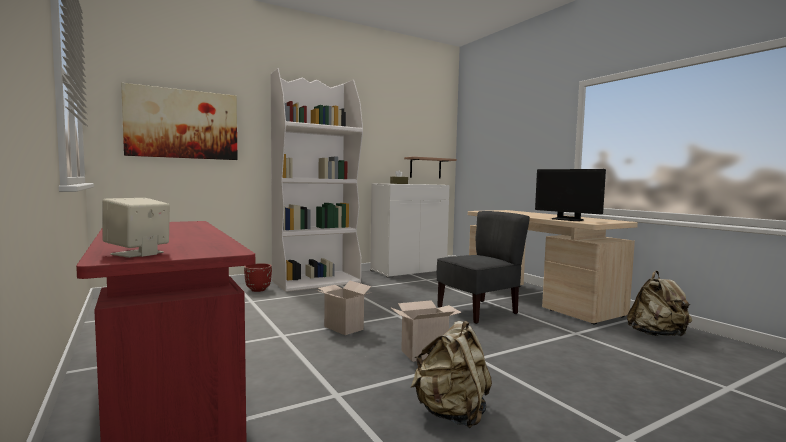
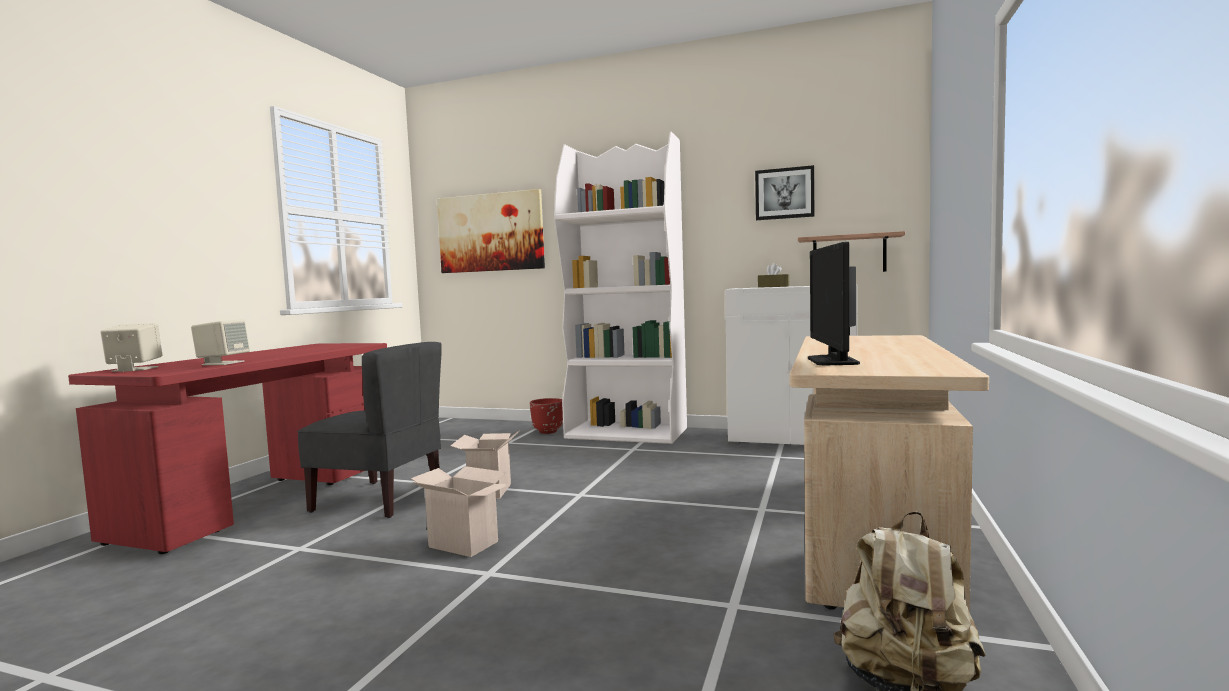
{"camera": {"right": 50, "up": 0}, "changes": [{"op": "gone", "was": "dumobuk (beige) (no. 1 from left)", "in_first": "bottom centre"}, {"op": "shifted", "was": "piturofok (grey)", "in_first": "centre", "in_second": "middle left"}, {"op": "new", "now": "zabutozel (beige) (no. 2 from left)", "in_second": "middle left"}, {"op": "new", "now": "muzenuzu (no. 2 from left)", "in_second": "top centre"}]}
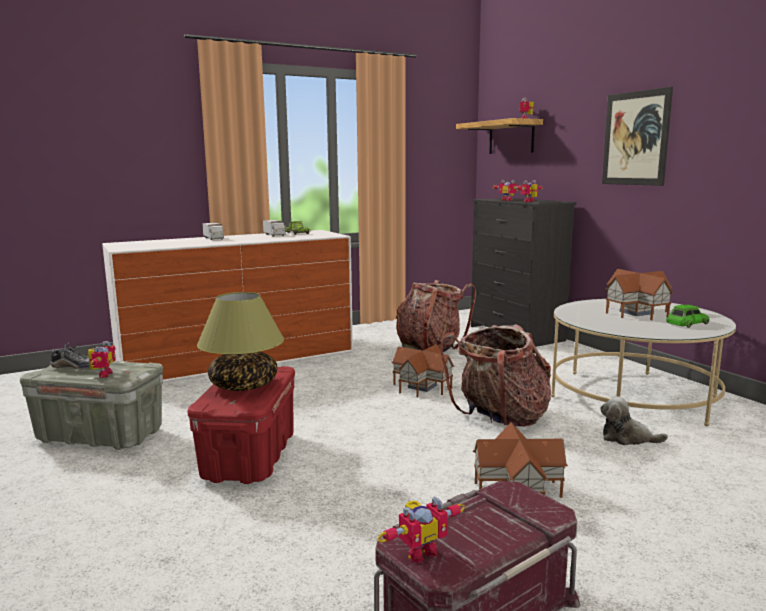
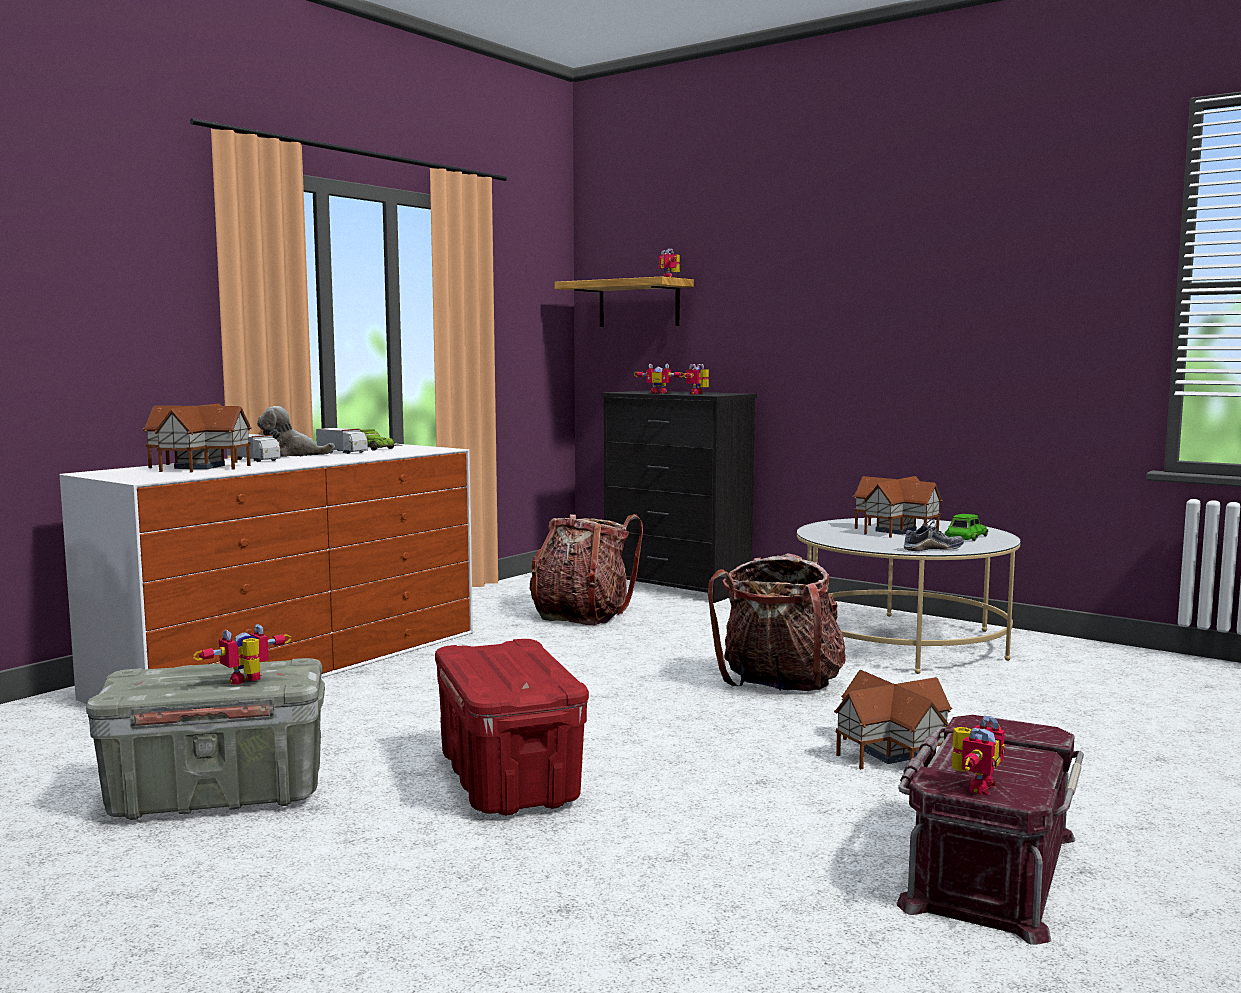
{"camera": {"right": -25, "up": -5}, "changes": [{"op": "shifted", "was": "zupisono", "in_first": "middle left", "in_second": "middle right"}, {"op": "rotated", "was": "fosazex (no. 1 from left)", "in_first": "middle left", "in_second": "middle left", "clockwise": -105}, {"op": "gone", "was": "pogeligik", "in_first": "middle left"}, {"op": "shifted", "was": "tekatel (no. 1 from left)", "in_first": "centre", "in_second": "middle left"}, {"op": "shifted", "was": "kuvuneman", "in_first": "bottom right", "in_second": "middle left"}, {"op": "gone", "was": "muzenuzu", "in_first": "top right"}]}
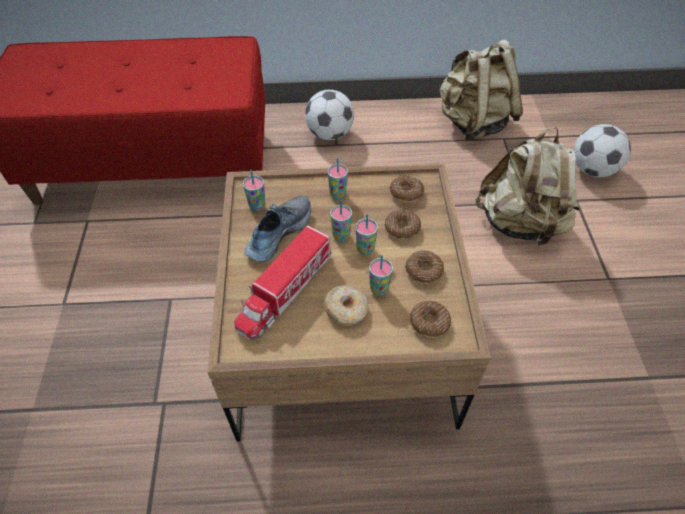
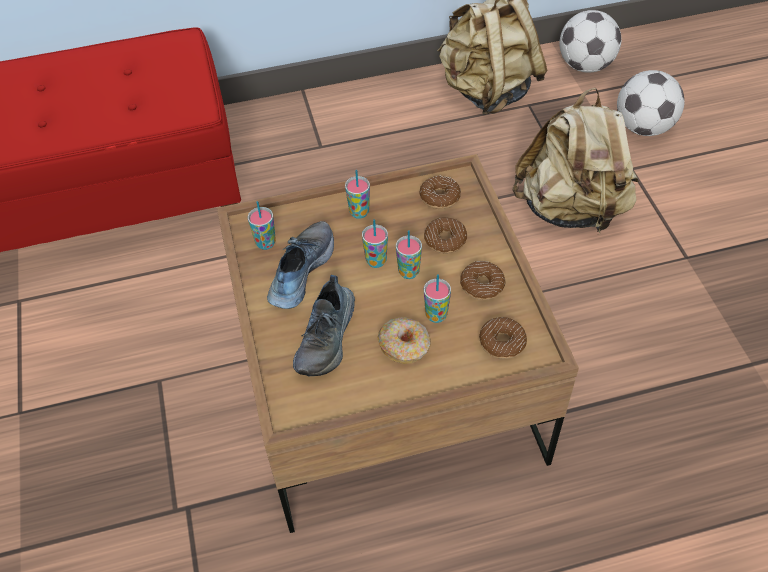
{"camera": {"right": -10, "up": 0}, "changes": [{"op": "swapped", "was": "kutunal", "now": "zupisono (no. 2 from left)", "in_first": "centre", "in_second": "centre"}, {"op": "shifted", "was": "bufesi (no. 1 from left)", "in_first": "top centre", "in_second": "top right"}]}
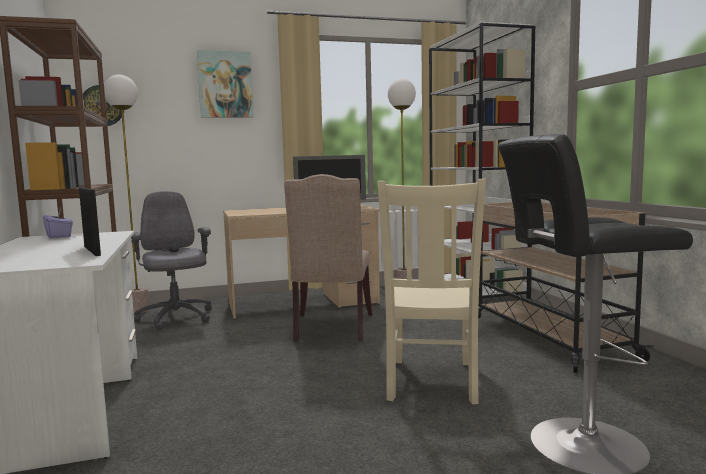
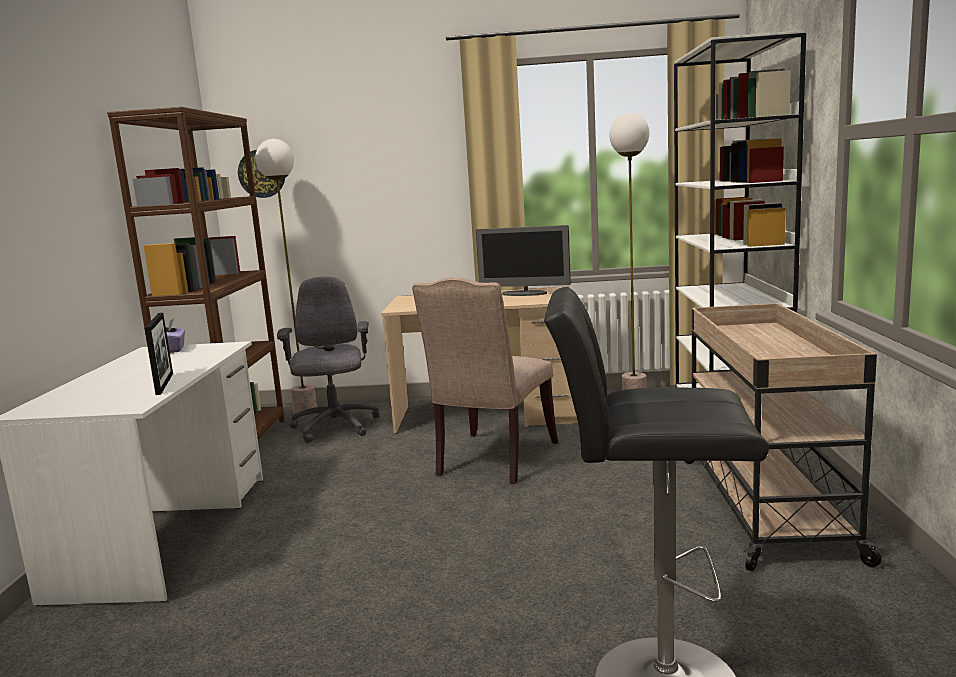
{"camera": {"right": 20, "up": 5}, "changes": [{"op": "gone", "was": "muzenuzu", "in_first": "top left"}, {"op": "gone", "was": "piturofok (beige) (no. 2 from left)", "in_first": "centre"}]}
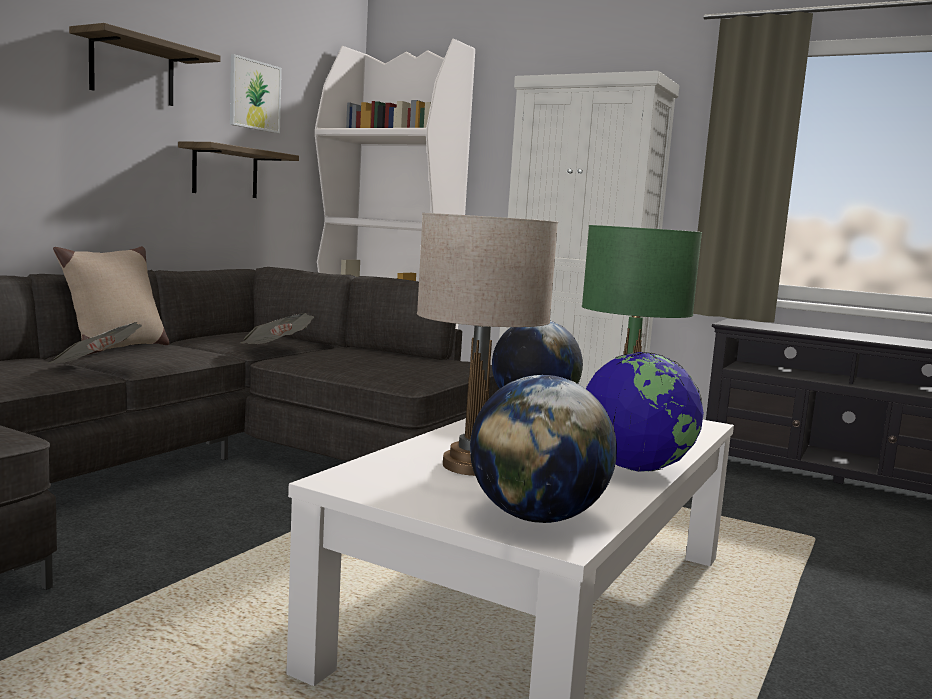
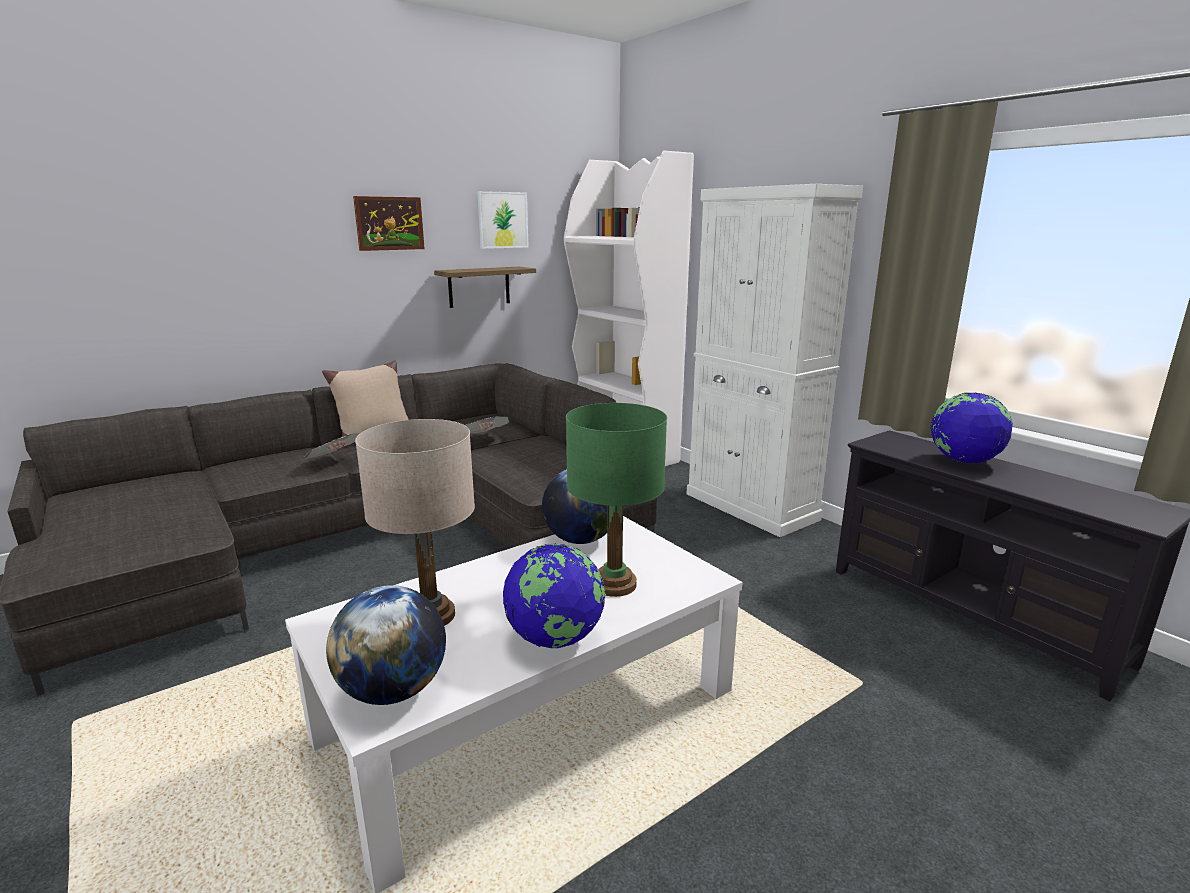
{"camera": {"right": 25, "up": 10}, "changes": [{"op": "swapped", "was": "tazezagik (no. 1 from left)", "now": "muzenuzu (no. 1 from left)", "in_first": "top left", "in_second": "top left"}, {"op": "new", "now": "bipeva (no. 4 from left)", "in_second": "middle right"}]}
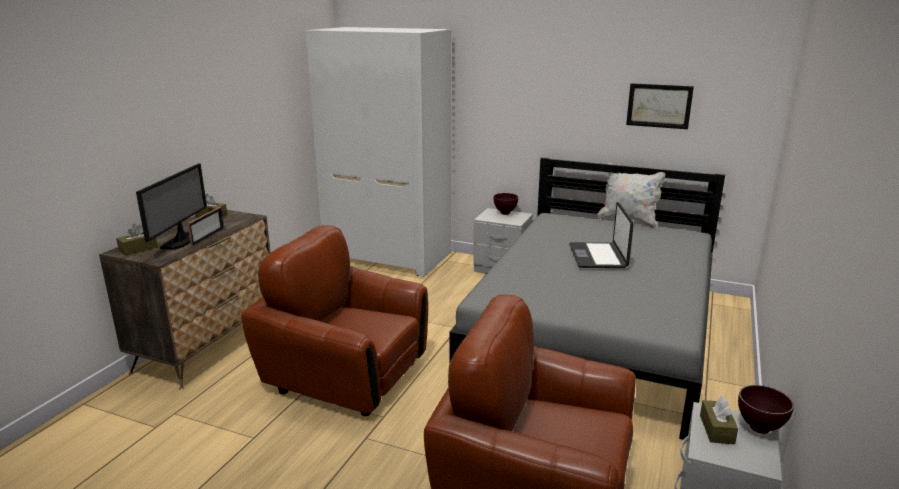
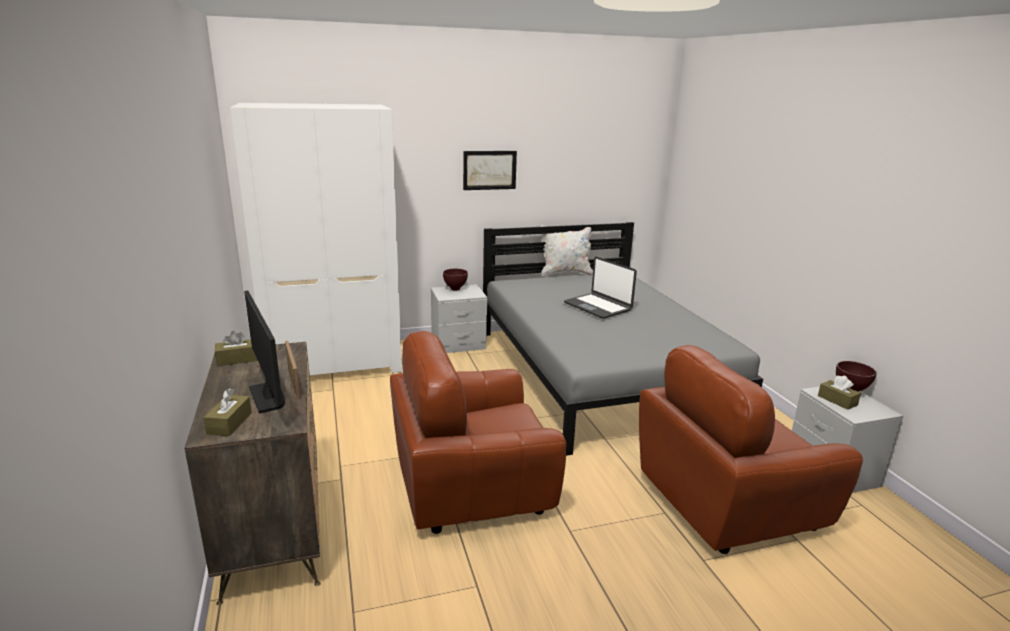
{"camera": {"right": -40, "up": 0}, "changes": [{"op": "shifted", "was": "muzenuzu", "in_first": "top right", "in_second": "top centre"}]}
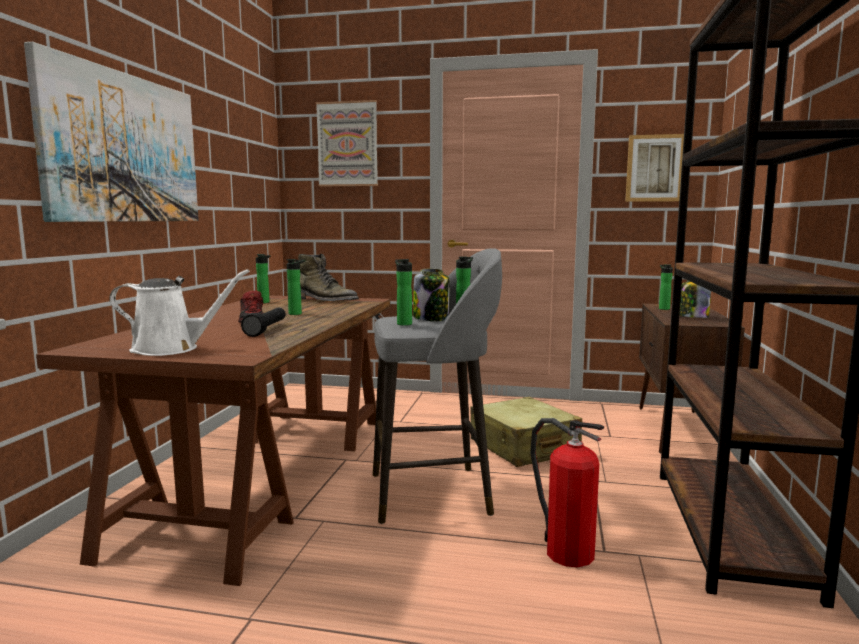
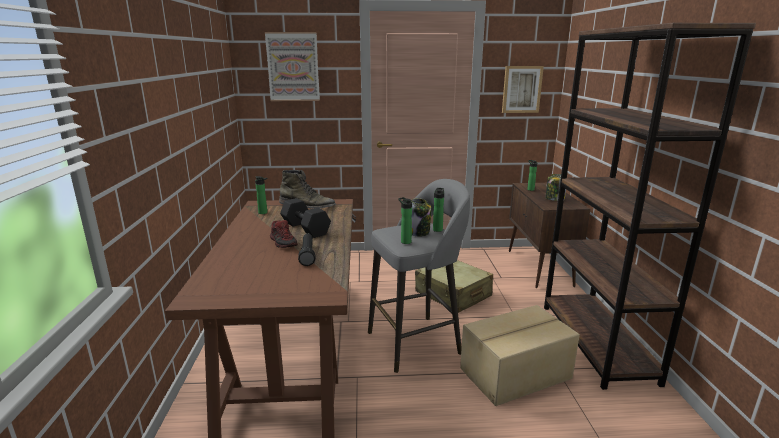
{"camera": {"right": -15, "up": 10}, "changes": [{"op": "gone", "was": "muzenuzu (no. 1 from left)", "in_first": "top left"}, {"op": "gone", "was": "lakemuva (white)", "in_first": "middle left"}, {"op": "swapped", "was": "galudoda (no. 2 from left)", "now": "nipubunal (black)", "in_first": "centre", "in_second": "centre"}, {"op": "swapped", "was": "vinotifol", "now": "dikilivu", "in_first": "bottom centre", "in_second": "bottom right"}]}
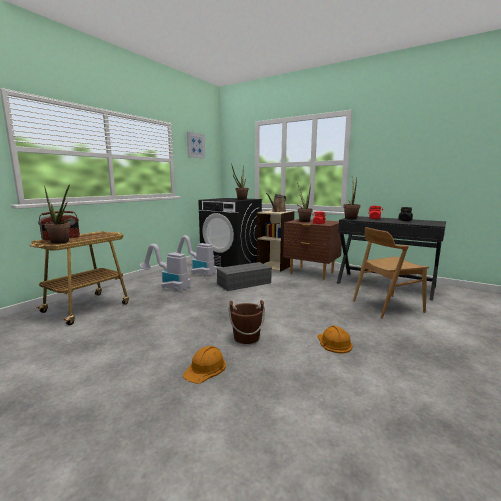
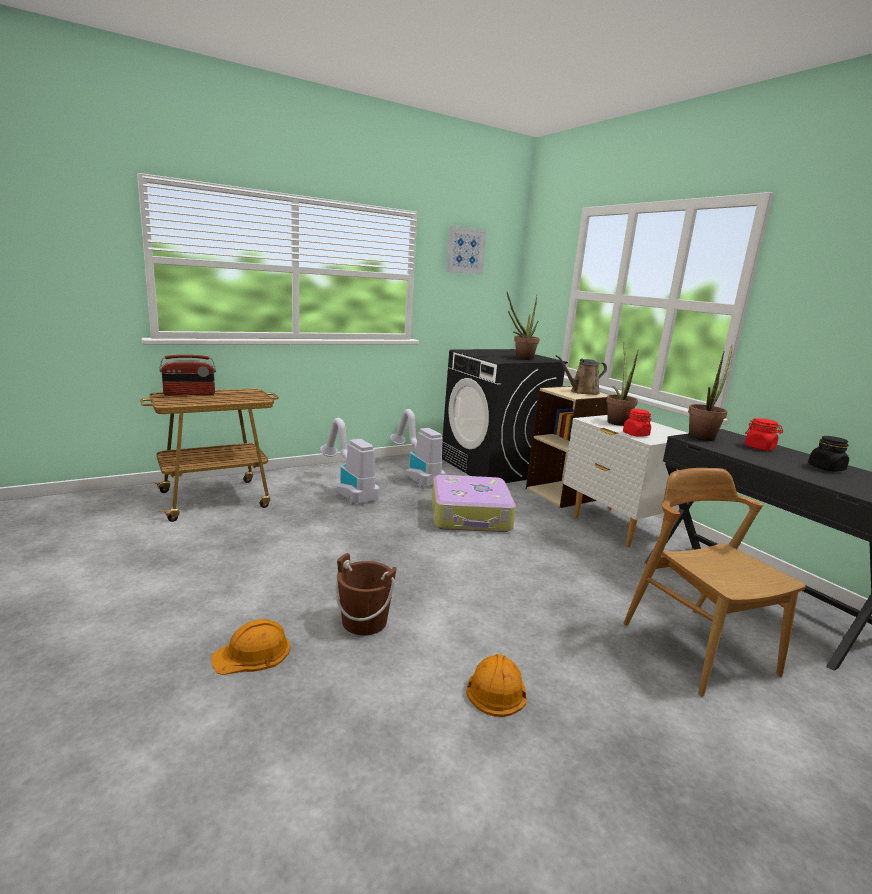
{"camera": {"right": 25, "up": 5}, "changes": [{"op": "gone", "was": "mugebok (no. 1 from left)", "in_first": "middle left"}, {"op": "swapped", "was": "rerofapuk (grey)", "now": "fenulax", "in_first": "centre", "in_second": "centre"}, {"op": "repainted", "was": "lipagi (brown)", "now": "lipagi (white)", "in_first": "centre", "in_second": "middle right"}, {"op": "rotated", "was": "piturofok (brown)", "in_first": "middle right", "in_second": "middle right", "clockwise": 60}]}
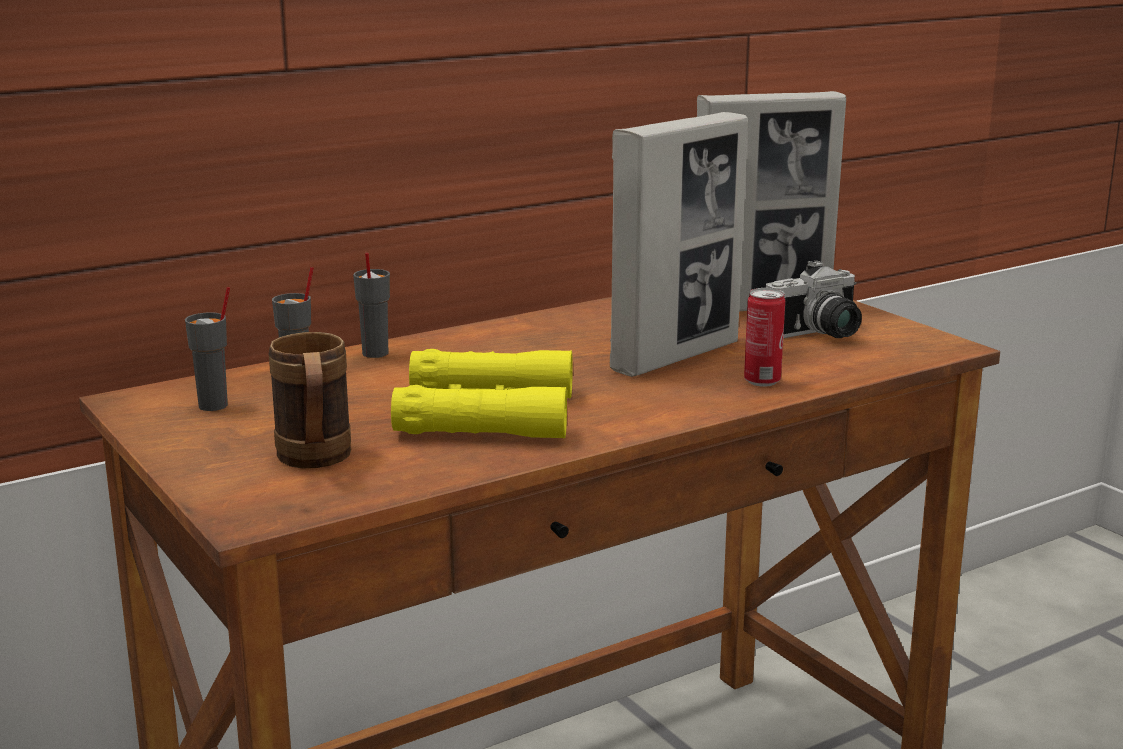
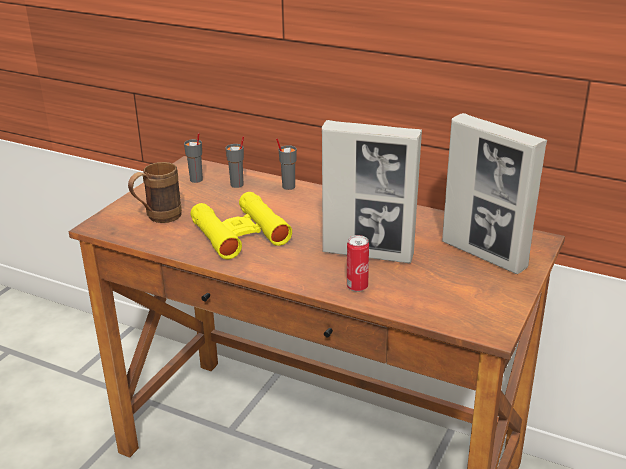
{"camera": {"right": 60, "up": 10}, "changes": [{"op": "gone", "was": "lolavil", "in_first": "middle right"}]}
